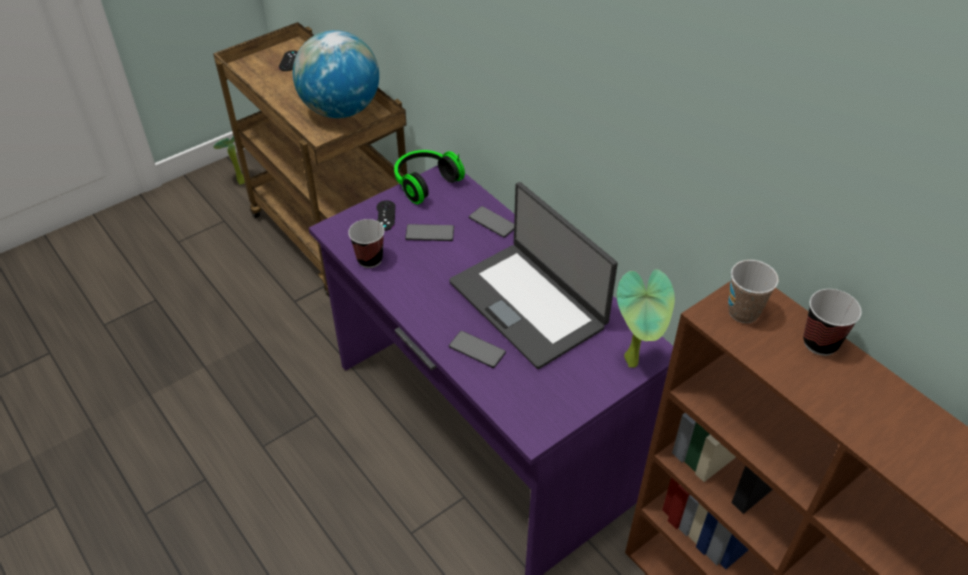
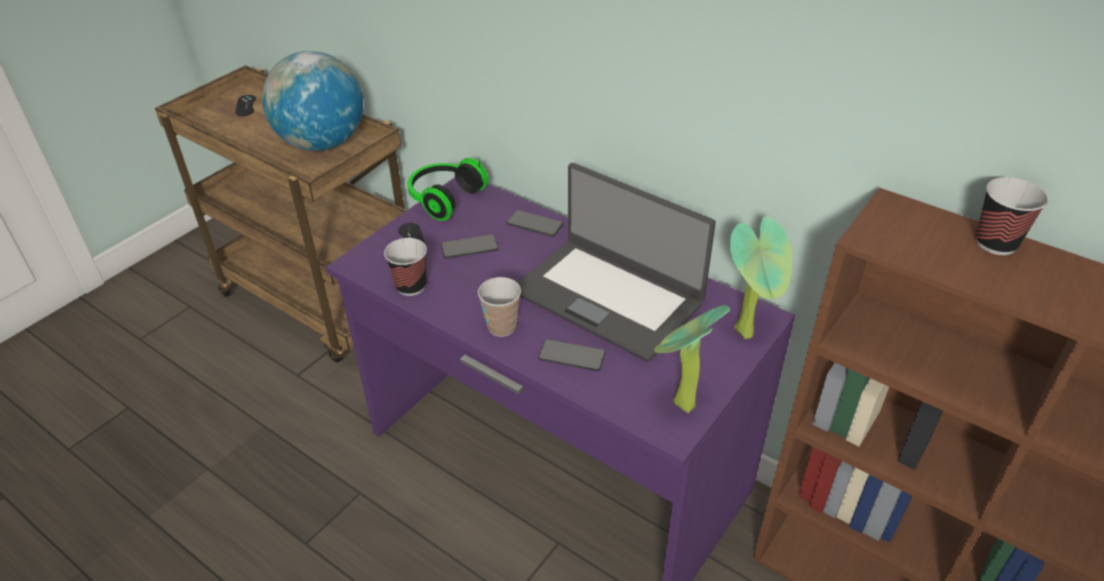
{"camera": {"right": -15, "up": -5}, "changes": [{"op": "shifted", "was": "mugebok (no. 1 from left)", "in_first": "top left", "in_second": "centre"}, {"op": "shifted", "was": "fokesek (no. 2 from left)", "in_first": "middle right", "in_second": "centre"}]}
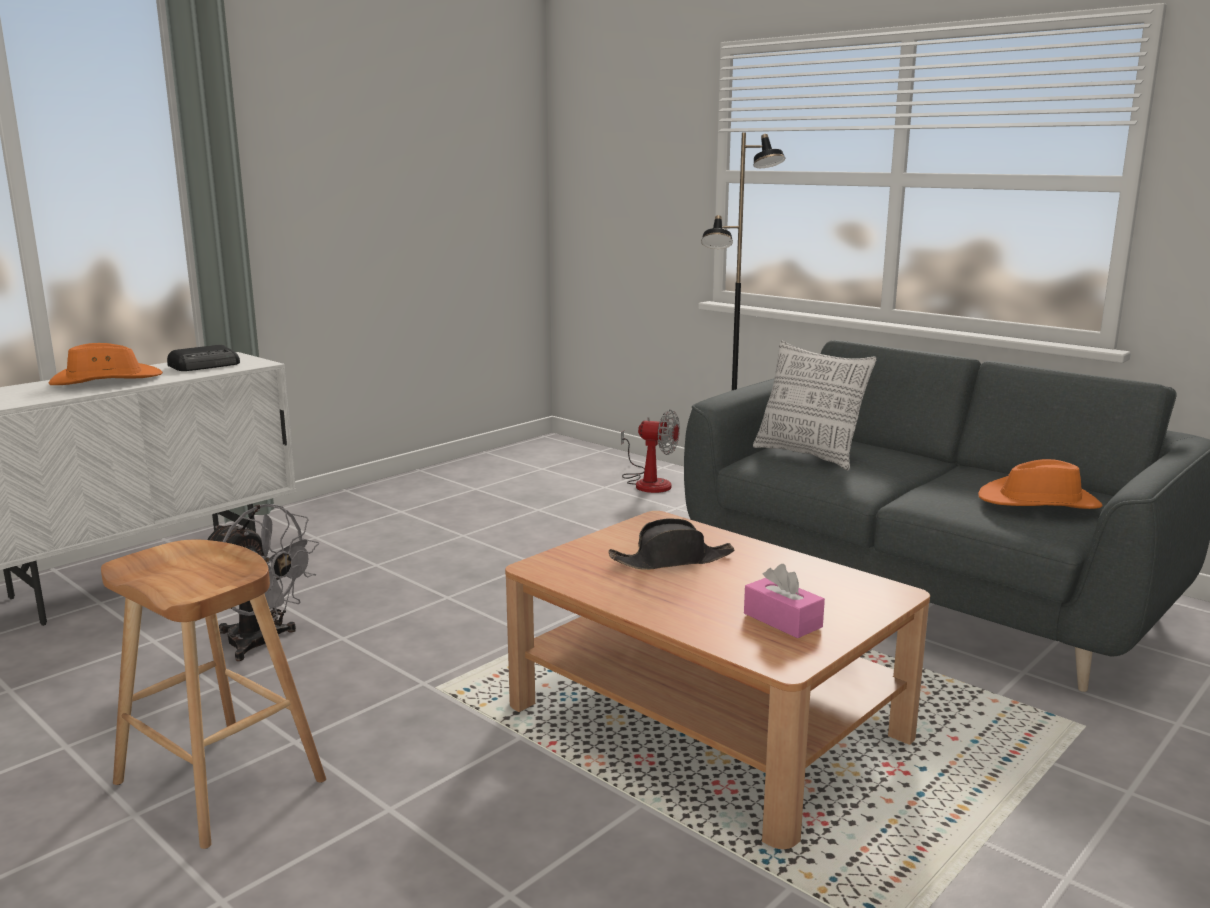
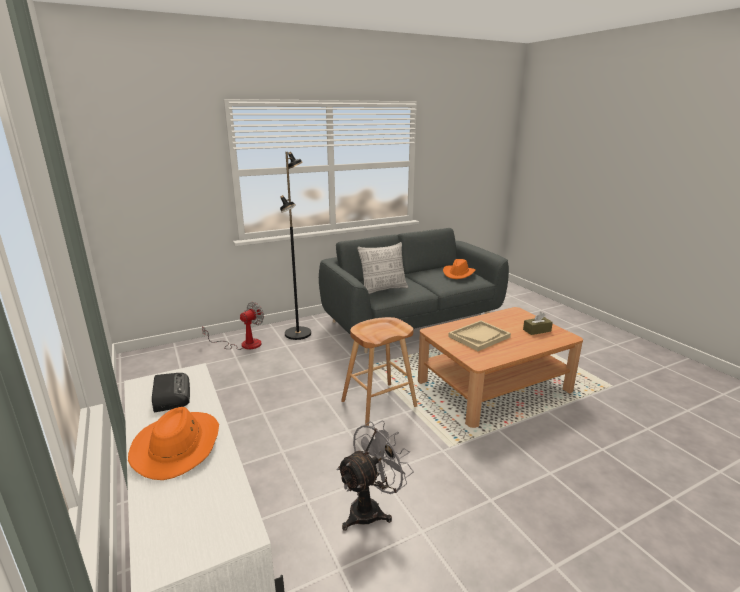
{"camera": {"right": -70, "up": 5}, "changes": [{"op": "shifted", "was": "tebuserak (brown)", "in_first": "bottom left", "in_second": "centre"}, {"op": "swapped", "was": "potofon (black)", "now": "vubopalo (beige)", "in_first": "centre", "in_second": "centre"}, {"op": "repainted", "was": "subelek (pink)", "now": "subelek (brown)", "in_first": "centre", "in_second": "middle right"}]}
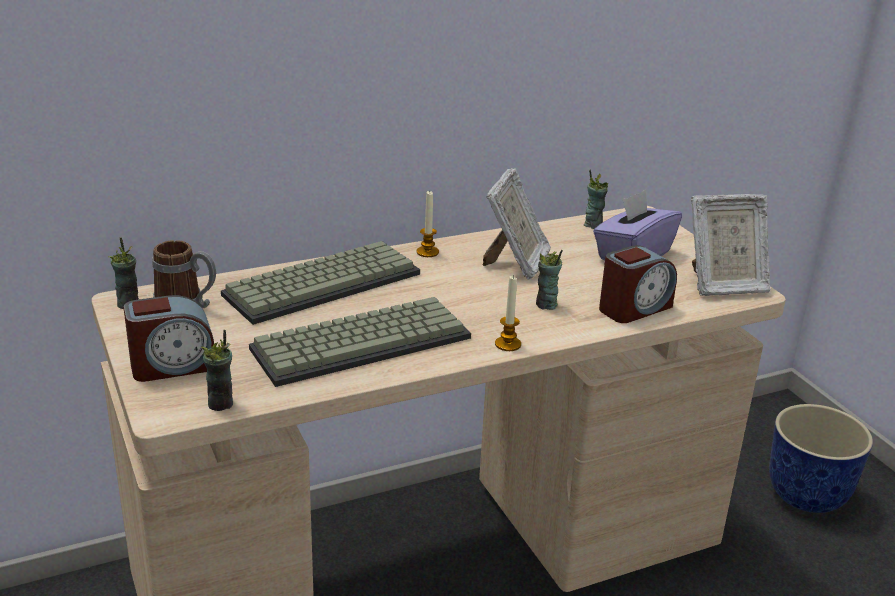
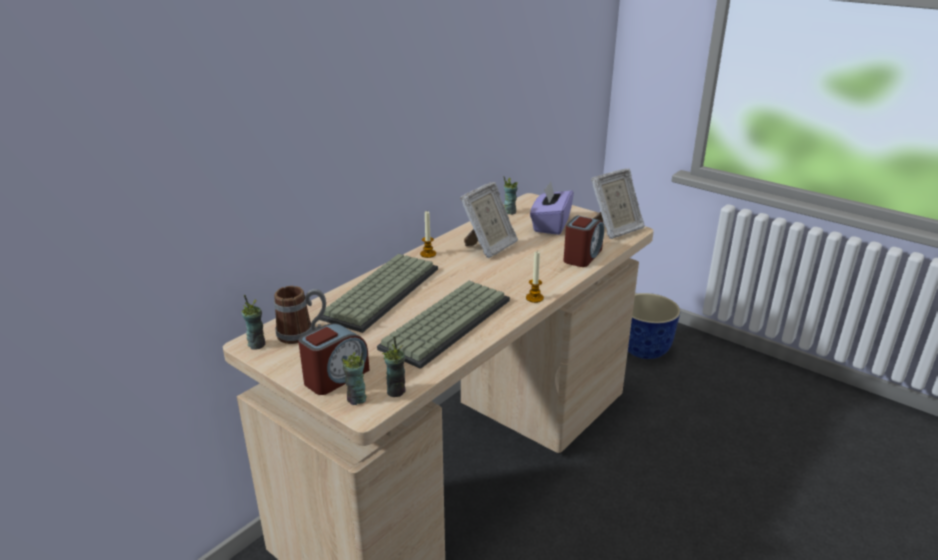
{"camera": {"right": -25, "up": 0}, "changes": [{"op": "rotated", "was": "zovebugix (no. 1 from left)", "in_first": "centre", "in_second": "centre", "clockwise": 45}, {"op": "shifted", "was": "fokesek (no. 3 from left in the first image)", "now": "fokesek (no. 2 from left)", "in_first": "centre", "in_second": "bottom centre"}]}
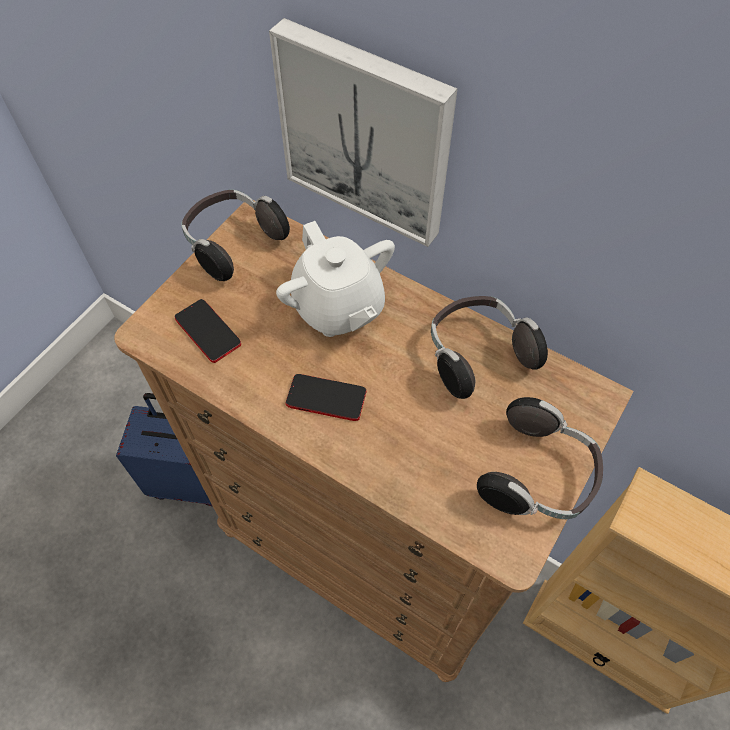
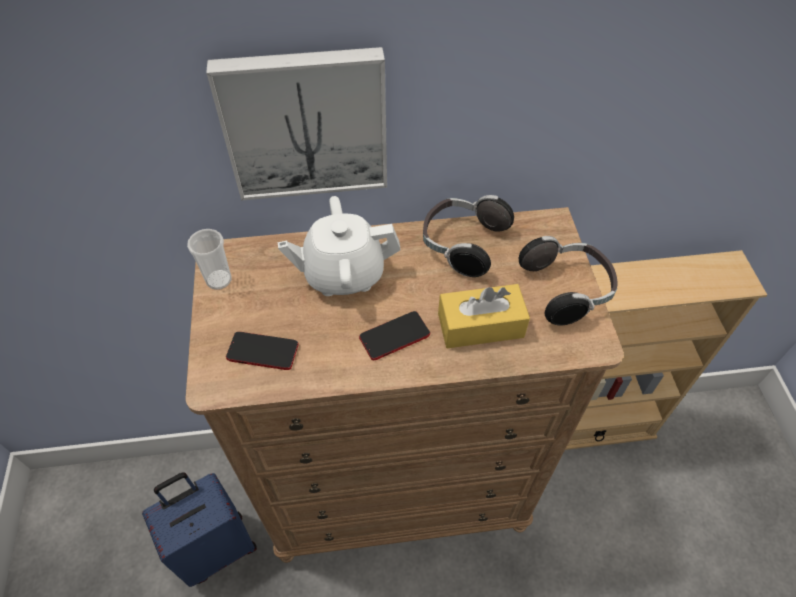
{"camera": {"right": -40, "up": -5}, "changes": [{"op": "swapped", "was": "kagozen (no. 1 from left)", "now": "fokesek", "in_first": "top left", "in_second": "middle left"}, {"op": "rotated", "was": "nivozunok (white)", "in_first": "centre", "in_second": "centre", "clockwise": 150}, {"op": "new", "now": "subelek (yellow)", "in_second": "centre"}]}
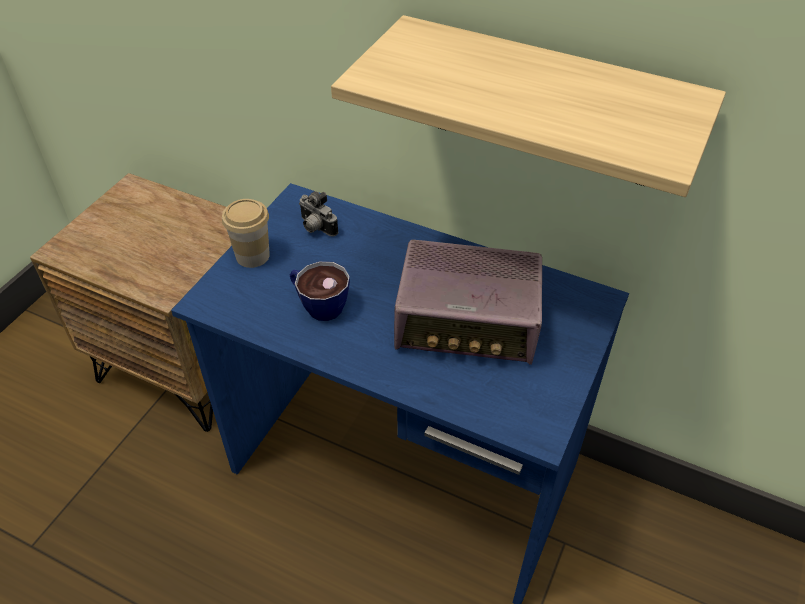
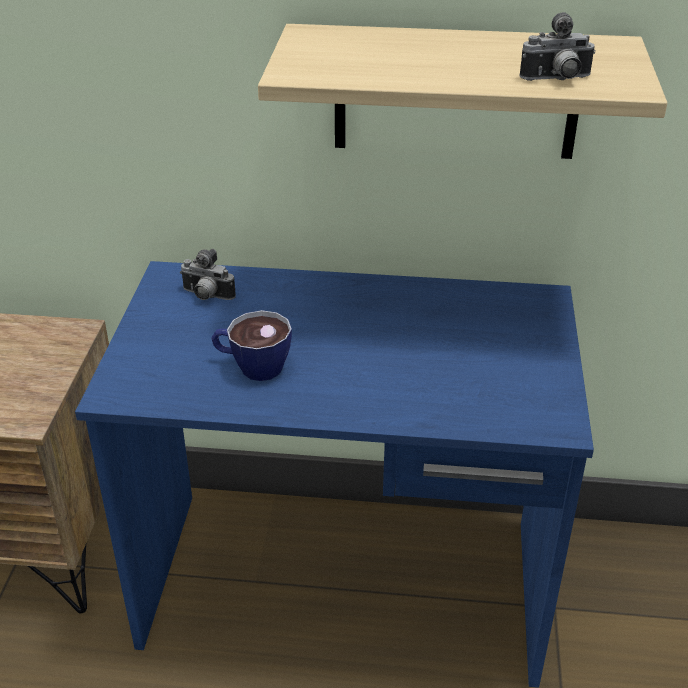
{"camera": {"right": -20, "up": -10}, "changes": [{"op": "gone", "was": "fokesek (no. 1 from left)", "in_first": "middle left"}, {"op": "gone", "was": "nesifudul", "in_first": "centre"}, {"op": "new", "now": "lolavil (no. 2 from left)", "in_second": "top right"}]}
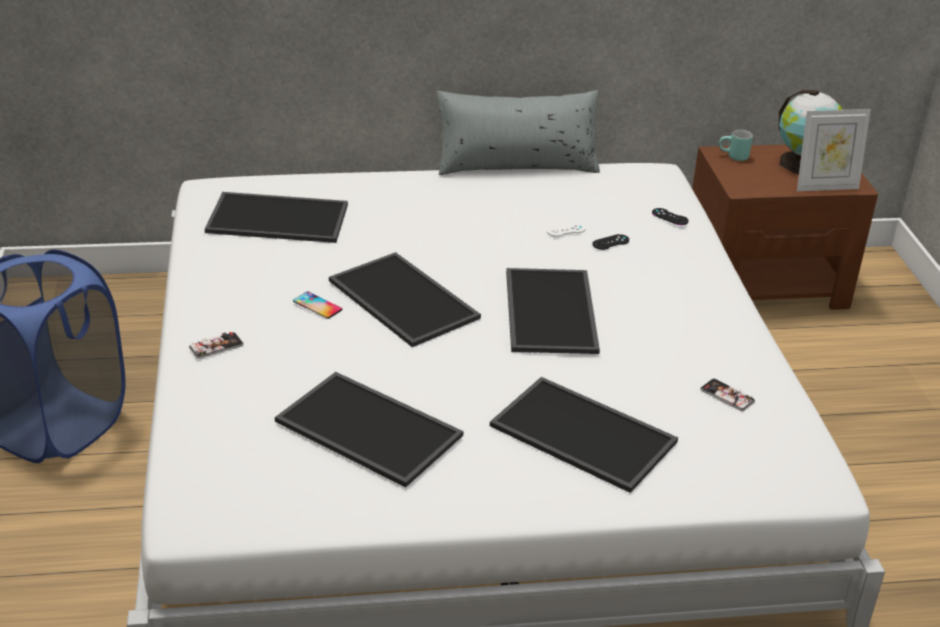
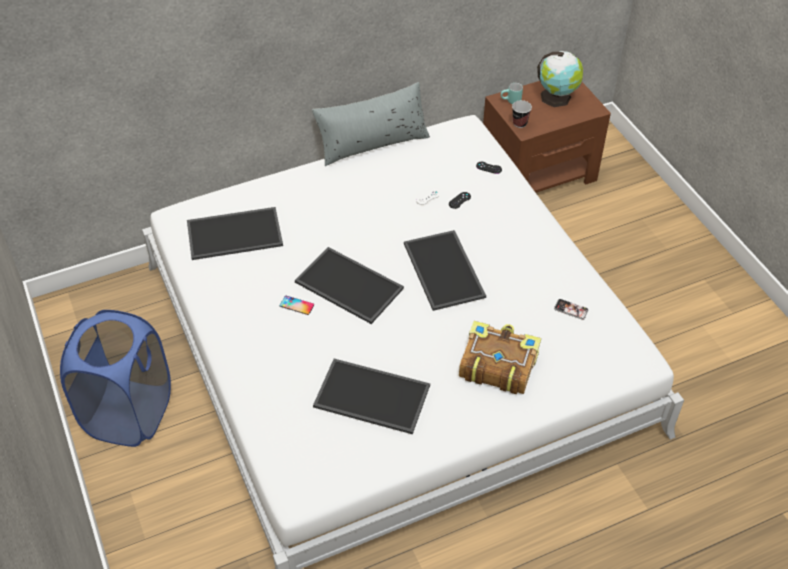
{"camera": {"right": -15, "up": 15}, "changes": [{"op": "gone", "was": "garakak (no. 1 from left)", "in_first": "middle left"}, {"op": "swapped", "was": "vubopalo (no. 5 from left)", "now": "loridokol", "in_first": "bottom centre", "in_second": "centre"}, {"op": "gone", "was": "zovebugix", "in_first": "top right"}, {"op": "new", "now": "fokesek", "in_second": "top centre"}]}
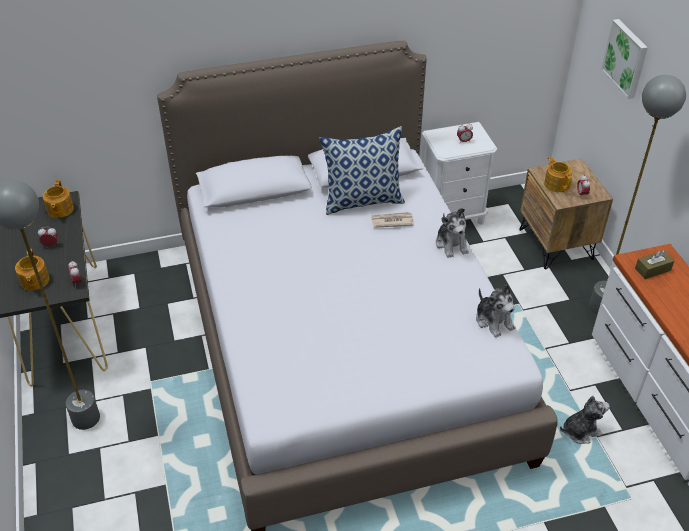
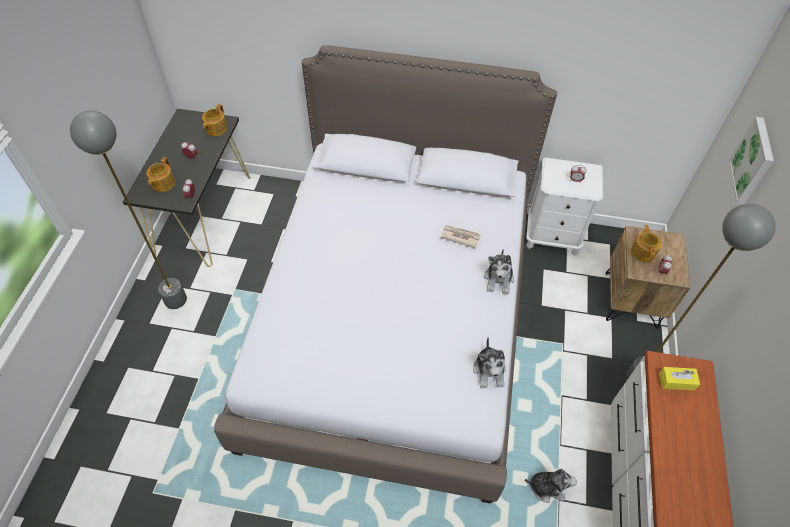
{"camera": {"right": 25, "up": 10}, "changes": [{"op": "gone", "was": "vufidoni", "in_first": "top centre"}, {"op": "repainted", "was": "subelek (brown)", "now": "subelek (yellow)", "in_first": "middle right", "in_second": "bottom right"}]}
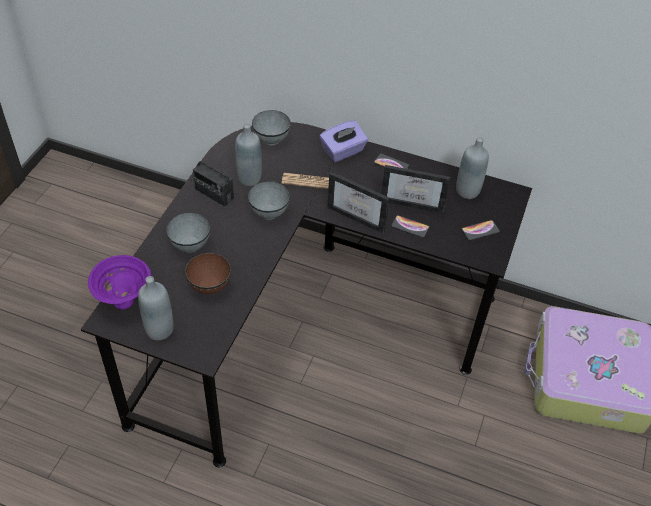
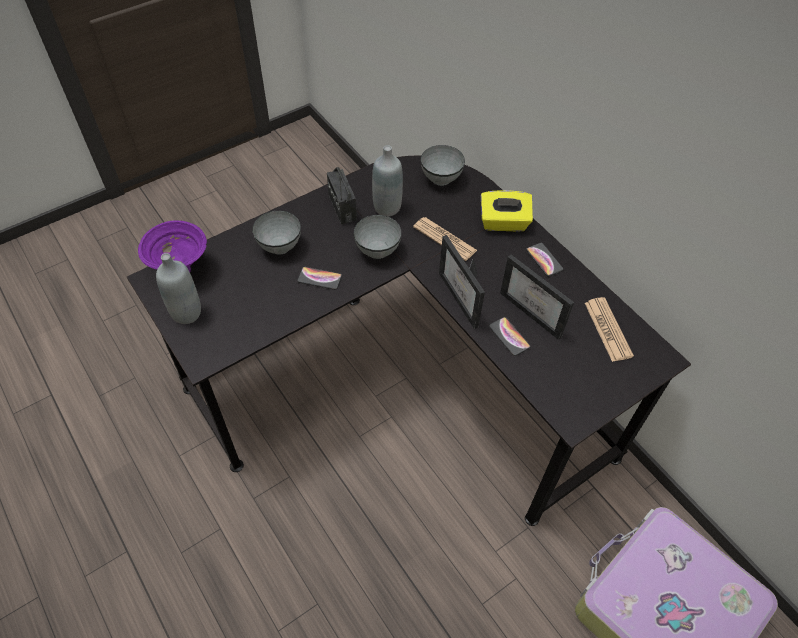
{"camera": {"right": 35, "up": 5}, "changes": [{"op": "gone", "was": "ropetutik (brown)", "in_first": "middle left"}, {"op": "repainted", "was": "subelek (purple)", "now": "subelek (yellow)", "in_first": "top centre", "in_second": "top centre"}, {"op": "swapped", "was": "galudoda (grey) (no. 3 from left)", "now": "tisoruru (no. 2 from left)", "in_first": "top right", "in_second": "middle right"}, {"op": "shifted", "was": "garakak (no. 3 from left in the first image)", "now": "garakak (no. 1 from left)", "in_first": "middle right", "in_second": "centre"}]}
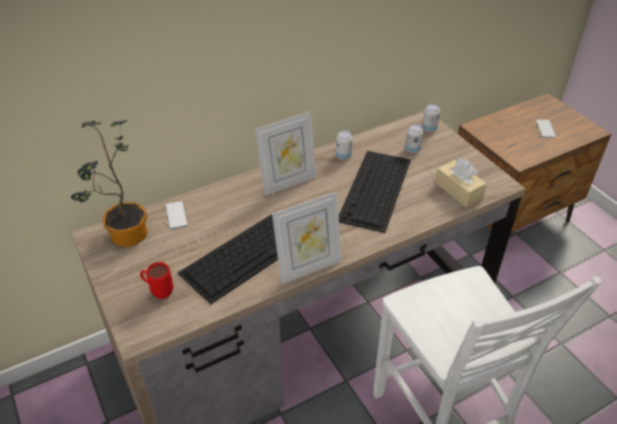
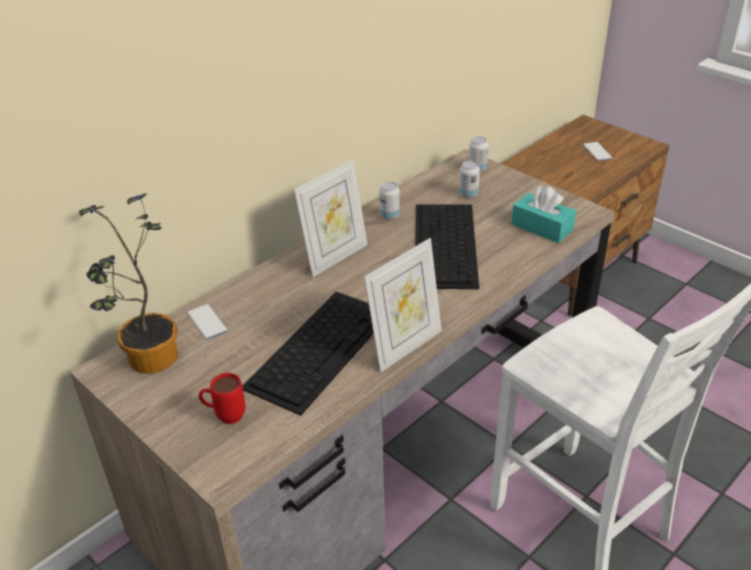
{"camera": {"right": -15, "up": -5}, "changes": [{"op": "repainted", "was": "subelek (beige)", "now": "subelek (turquoise)", "in_first": "middle right", "in_second": "middle right"}]}
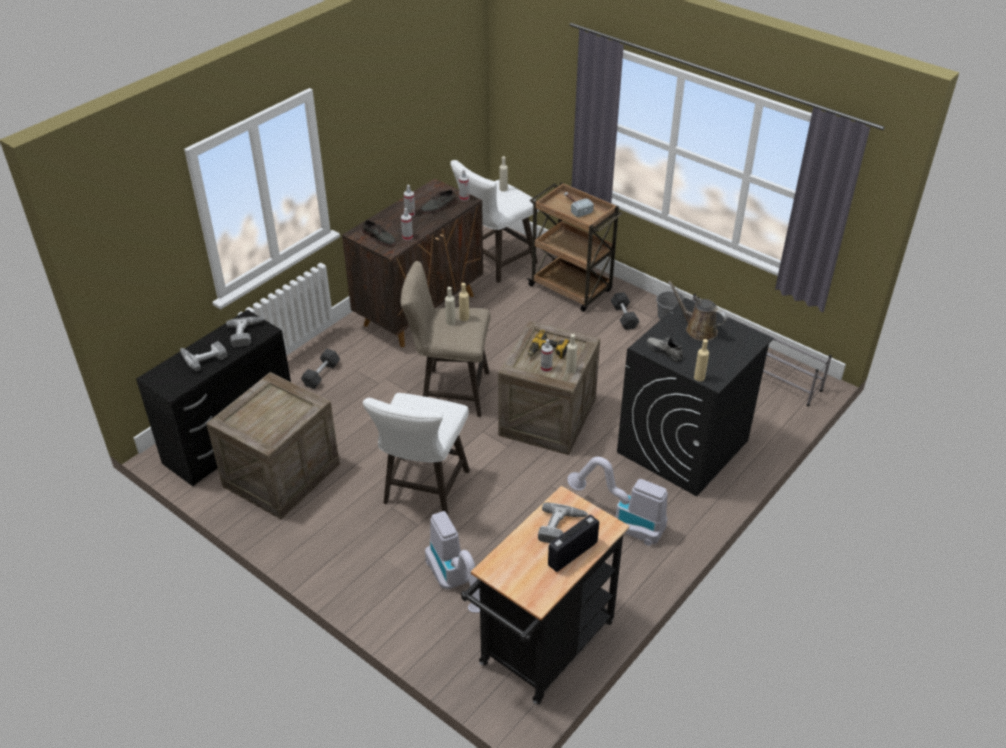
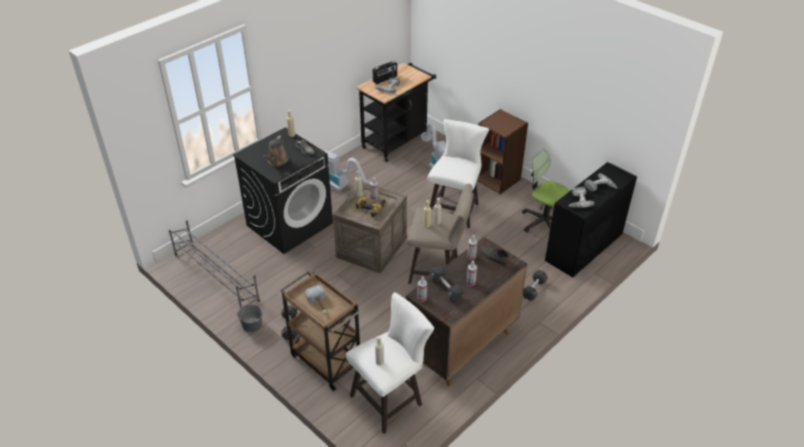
{"camera": {"right": -175, "up": 0}, "changes": [{"op": "swapped", "was": "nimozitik (no. 1 from left)", "now": "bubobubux", "in_first": "middle left", "in_second": "middle right"}, {"op": "swapped", "was": "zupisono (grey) (no. 2 from left)", "now": "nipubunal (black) (no. 2 from left)", "in_first": "top centre", "in_second": "centre"}, {"op": "rotated", "was": "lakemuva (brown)", "in_first": "middle right", "in_second": "centre", "clockwise": 60}, {"op": "new", "now": "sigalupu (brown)", "in_second": "centre"}]}
